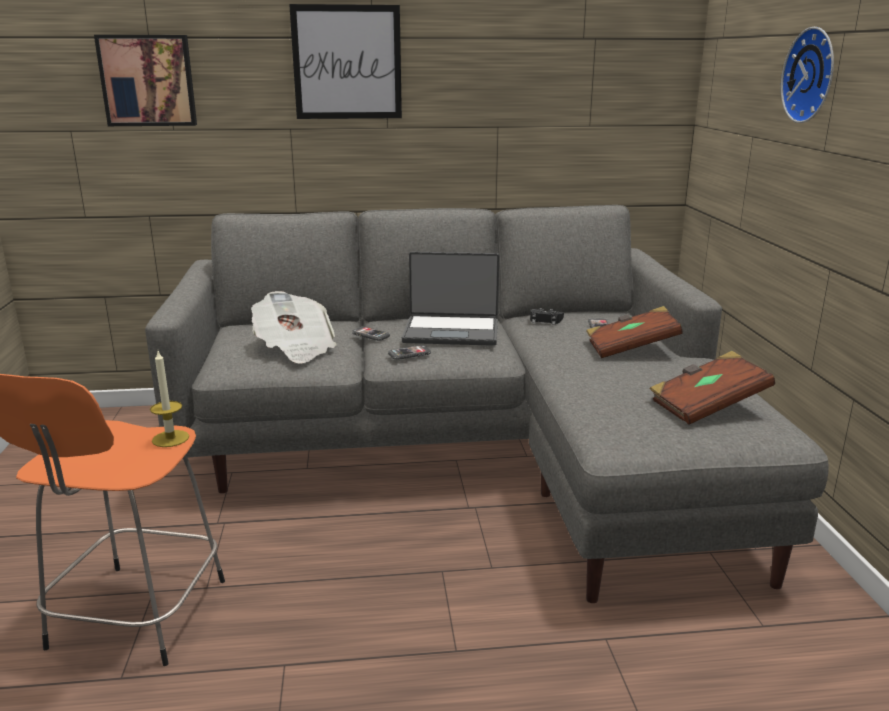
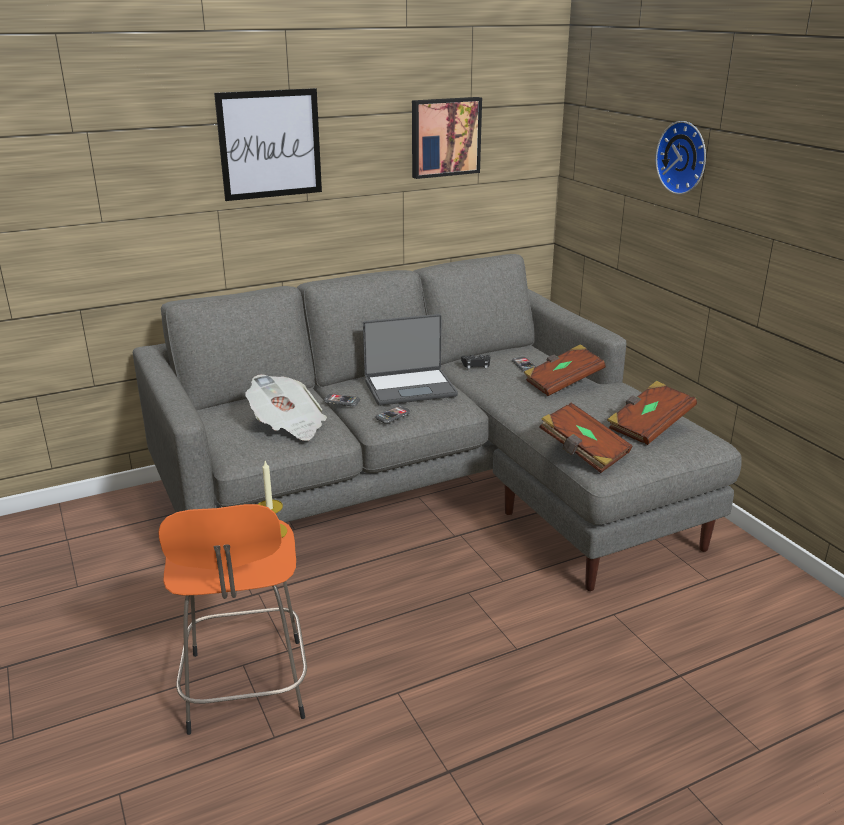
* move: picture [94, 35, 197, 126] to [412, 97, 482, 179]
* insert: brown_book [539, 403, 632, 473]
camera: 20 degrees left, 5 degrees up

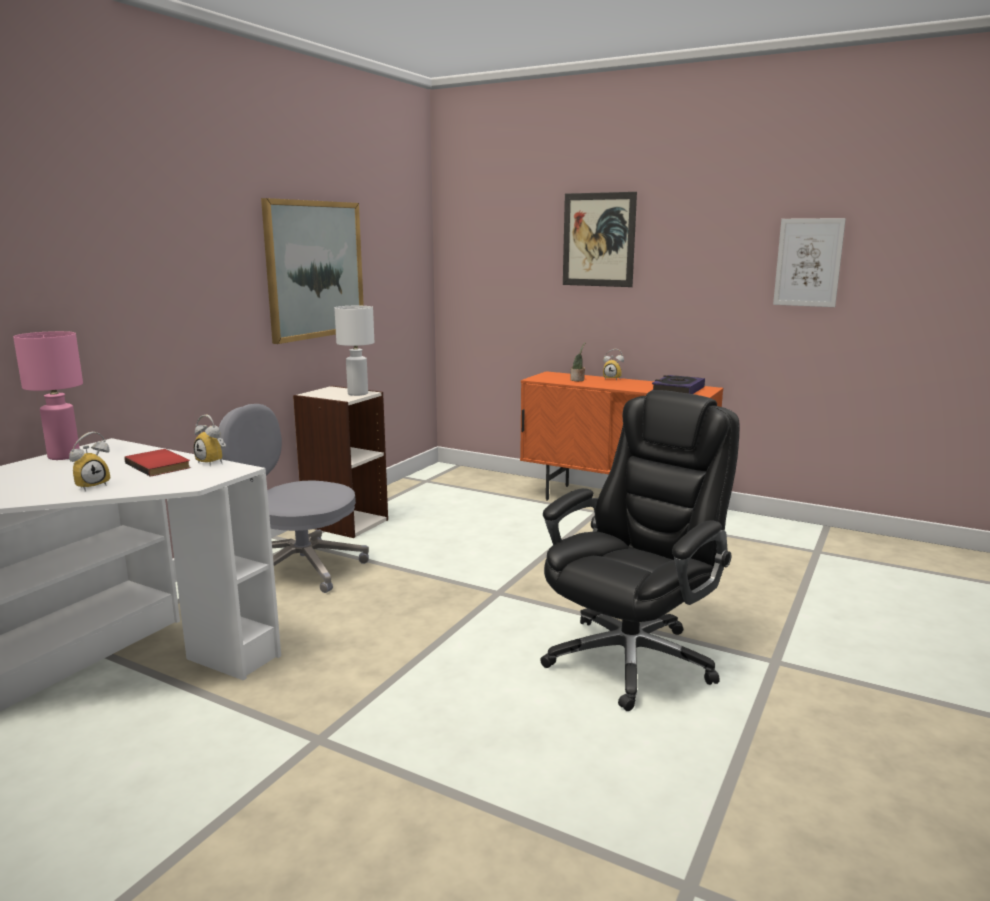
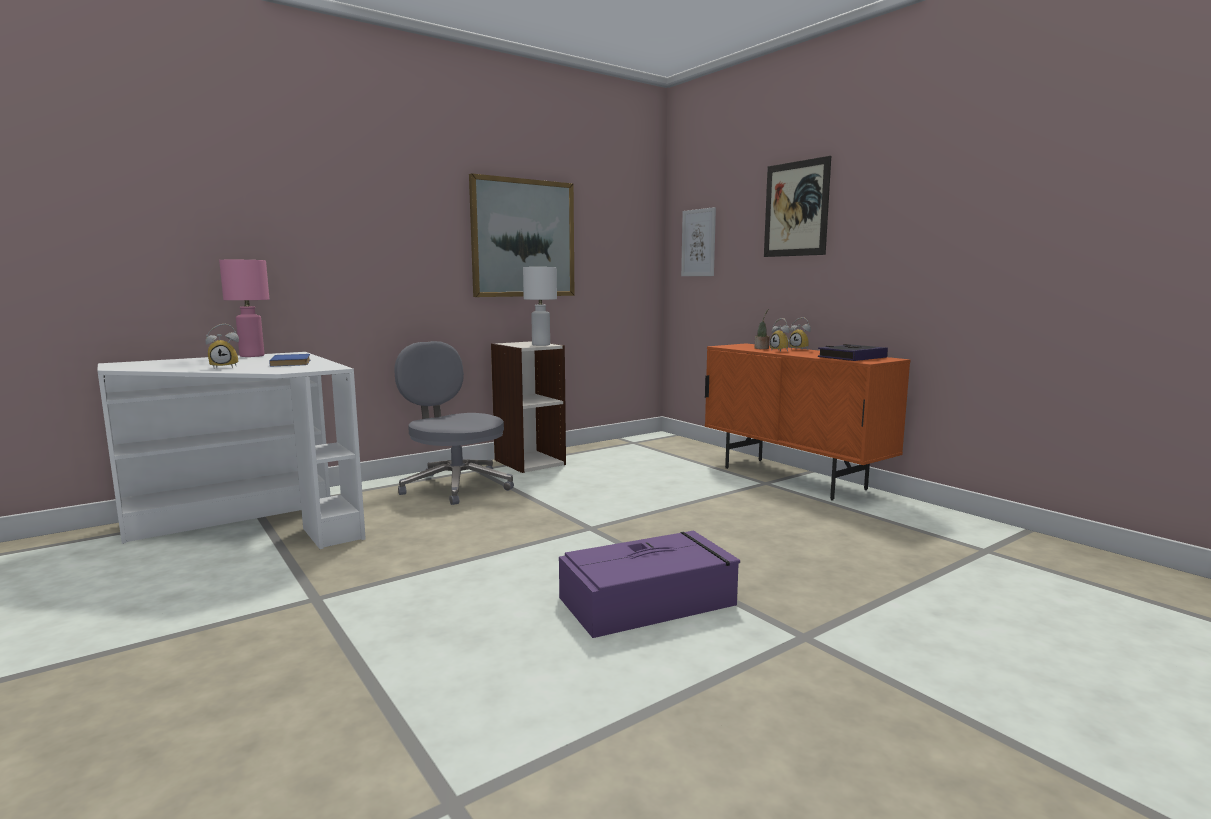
* move: picture [773, 218, 846, 307] to [681, 207, 716, 276]
* replace: black_office_chair [540, 390, 739, 711] to purple_storage_box [559, 531, 740, 638]
* move: alarm_clock [194, 415, 226, 466] to [770, 318, 790, 352]
* recolor: red_book [124, 449, 191, 476] to blue_book [269, 354, 310, 366]
camera: 25 degrees right, 5 degrees down

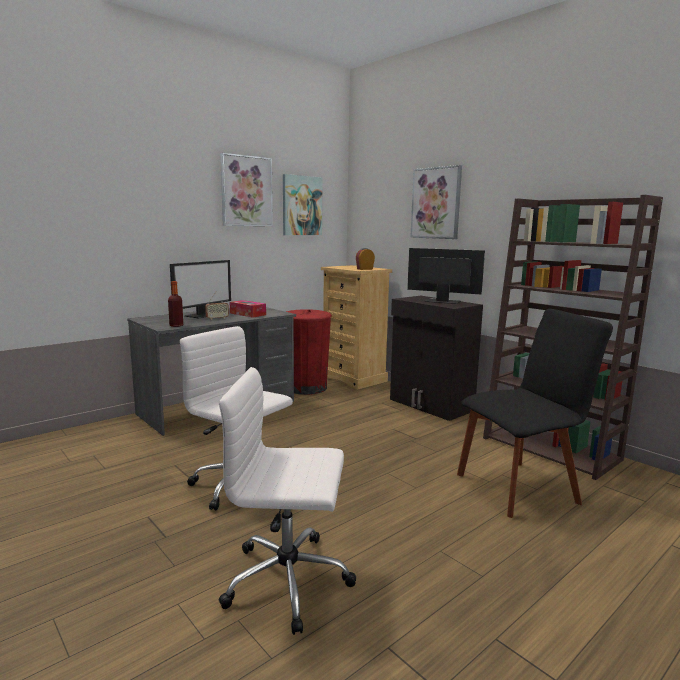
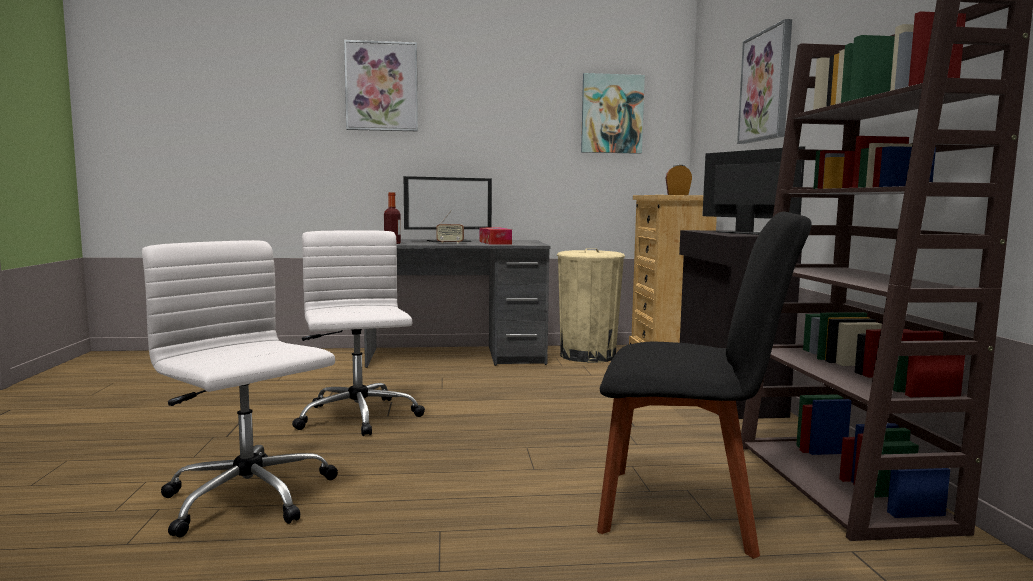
* move: picture [220, 153, 273, 226] to [344, 40, 418, 131]
* recolor: red_trash_can [286, 309, 332, 395] to beige_trash_can [557, 248, 625, 363]
camera: 35 degrees right, 5 degrees down

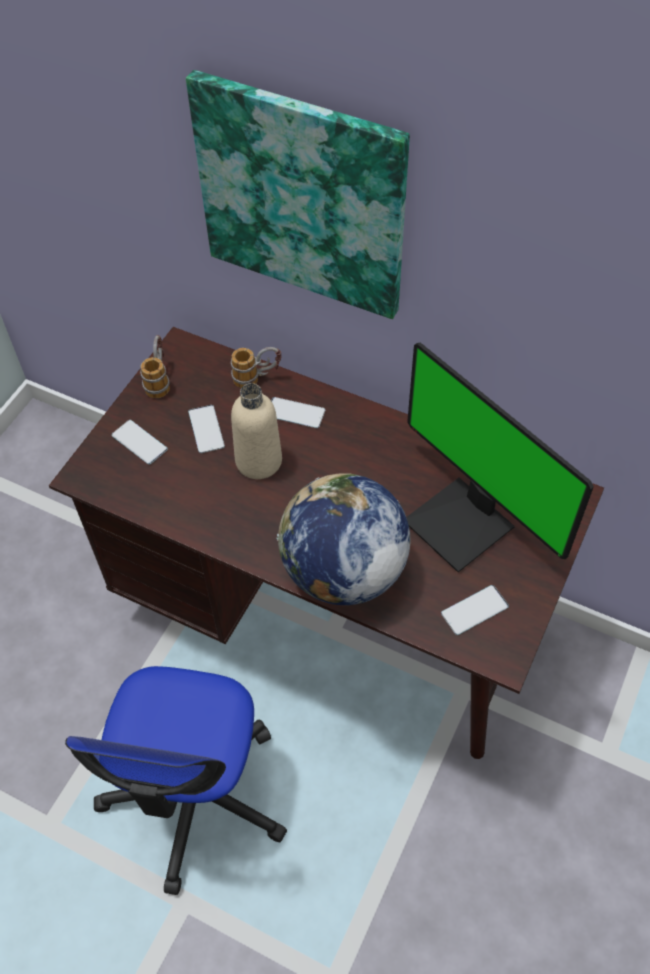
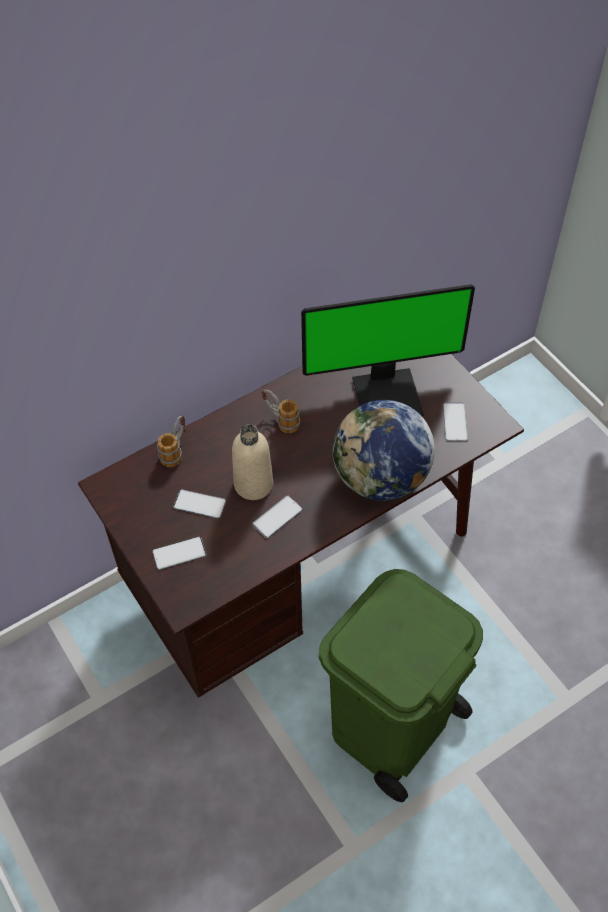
* delete: picture [186, 70, 410, 319]
* move: mug [140, 335, 170, 398] to [262, 389, 300, 433]
* move: phone [271, 397, 325, 428] to [252, 496, 302, 538]
* replace: office_chair [65, 666, 287, 895] to green_trash_can [319, 569, 483, 802]
camera: 60 degrees left, 0 degrees up

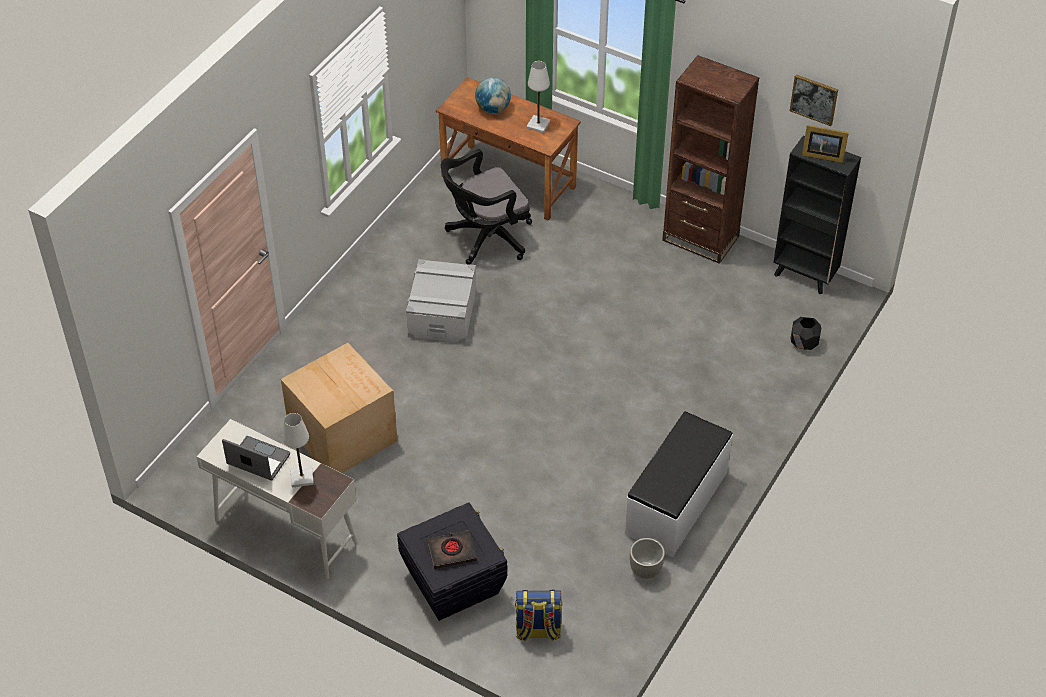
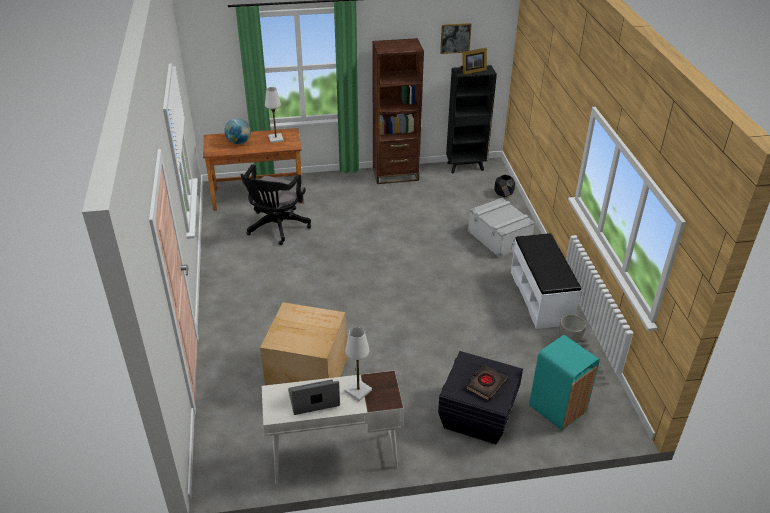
* move: grey_storage_box [406, 259, 476, 343] to [468, 198, 535, 258]
* replace: backpack [515, 590, 562, 642] to turquoise_trash_can [529, 335, 600, 431]
camera: 40 degrees left, 10 degrees down

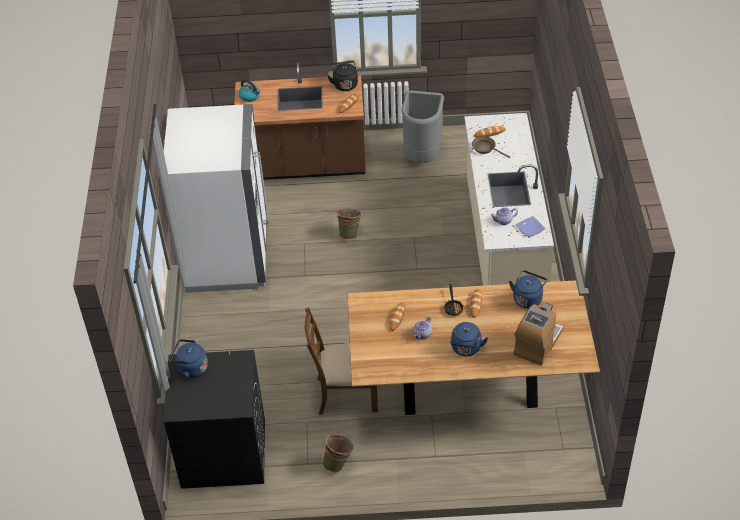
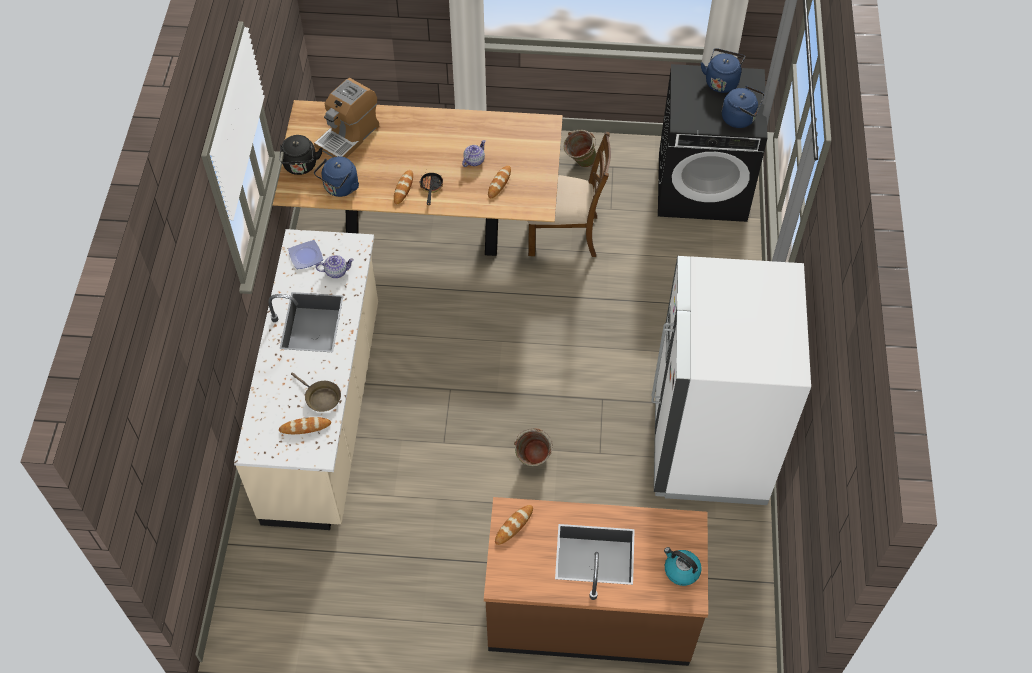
* move: black_kettle [328, 60, 358, 91] to [279, 135, 323, 175]
* delete: grey_trash_can [401, 90, 444, 163]
* move: blue_kettle [450, 322, 488, 356] to [701, 48, 745, 93]
camera: 175 degrees left, 10 degrees up

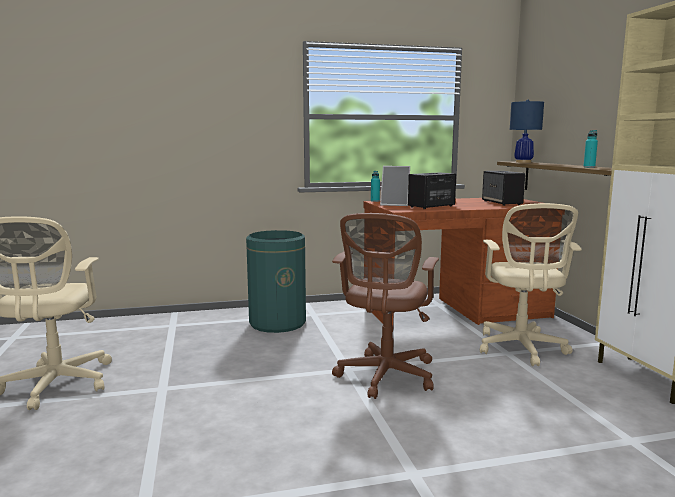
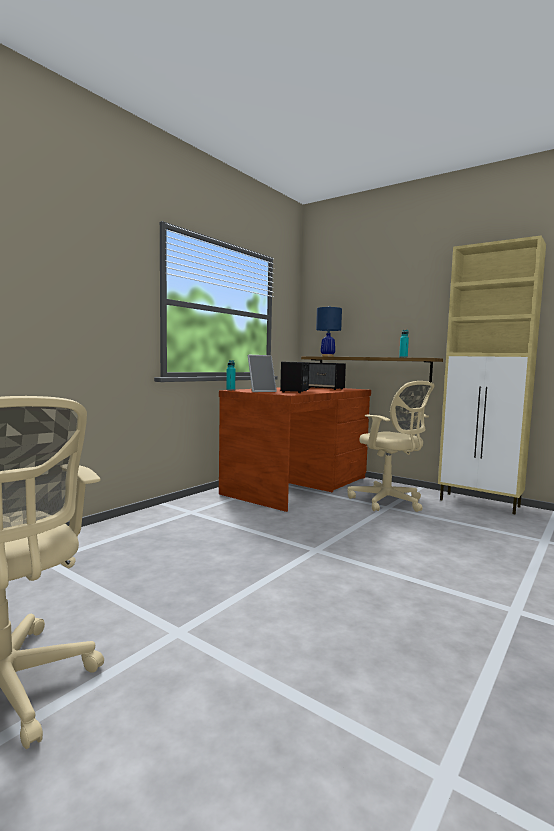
* delete: brown_office_chair [332, 213, 439, 399]
* delete: green_trash_can [246, 230, 306, 333]
camera: 40 degrees left, 5 degrees down

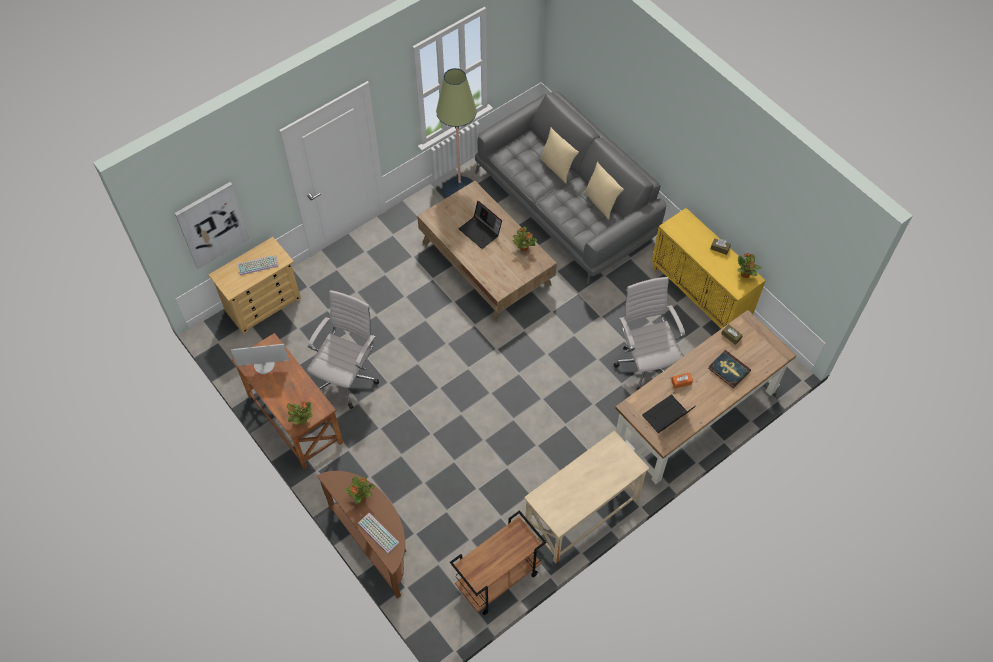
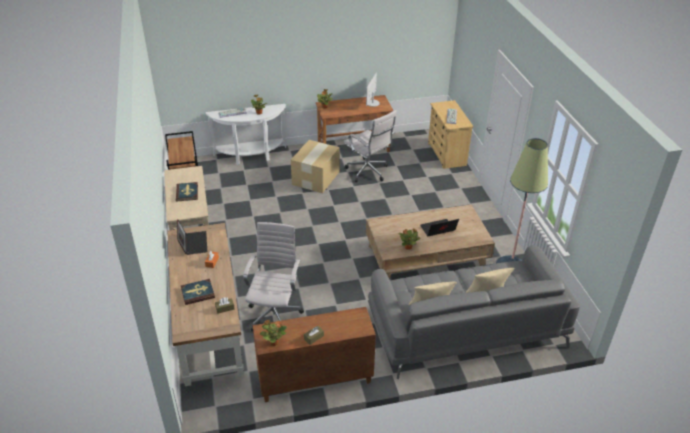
* delete: picture [175, 182, 250, 269]
* recolor: yellow_cabinet [651, 208, 766, 329] to brown_cabinet [252, 307, 376, 402]
* rotate: white_office_chair [613, 277, 685, 390] = [243, 222, 304, 331] 90 degrees counterclockwise
* recolor: brown_console_table [317, 471, 406, 599] to white_console_table [206, 104, 286, 165]
* insert: cardboard_box [291, 140, 340, 193]
* insert: book [176, 182, 198, 201]
camera: 115 degrees right, 20 degrees down

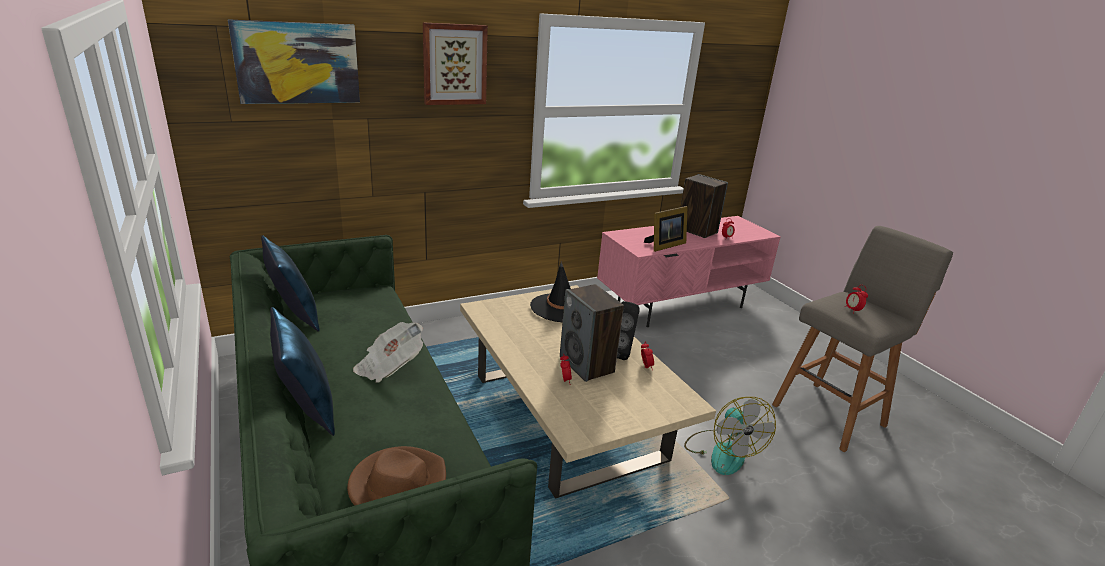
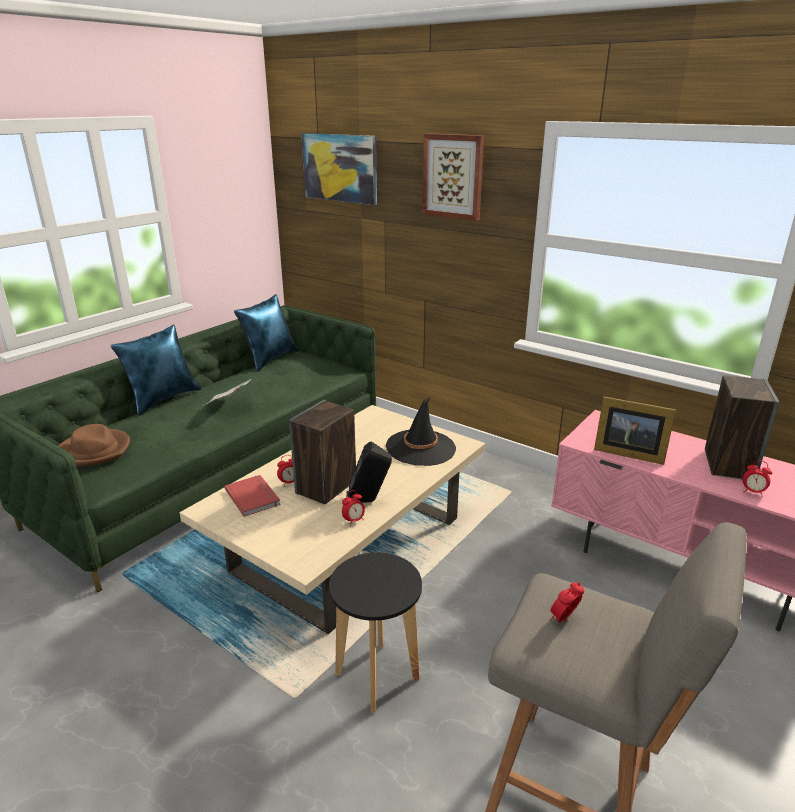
* replace: fan [684, 397, 776, 475] to black_stool [329, 552, 422, 713]
* insert: red_book [225, 475, 281, 517]
camera: 65 degrees right, 0 degrees up

